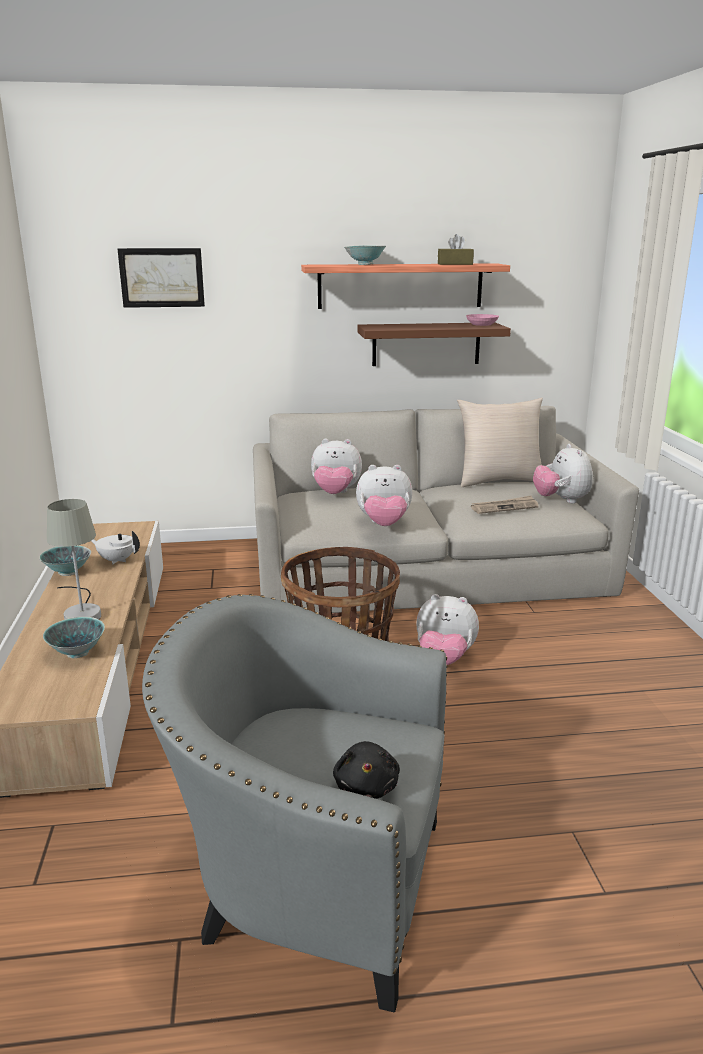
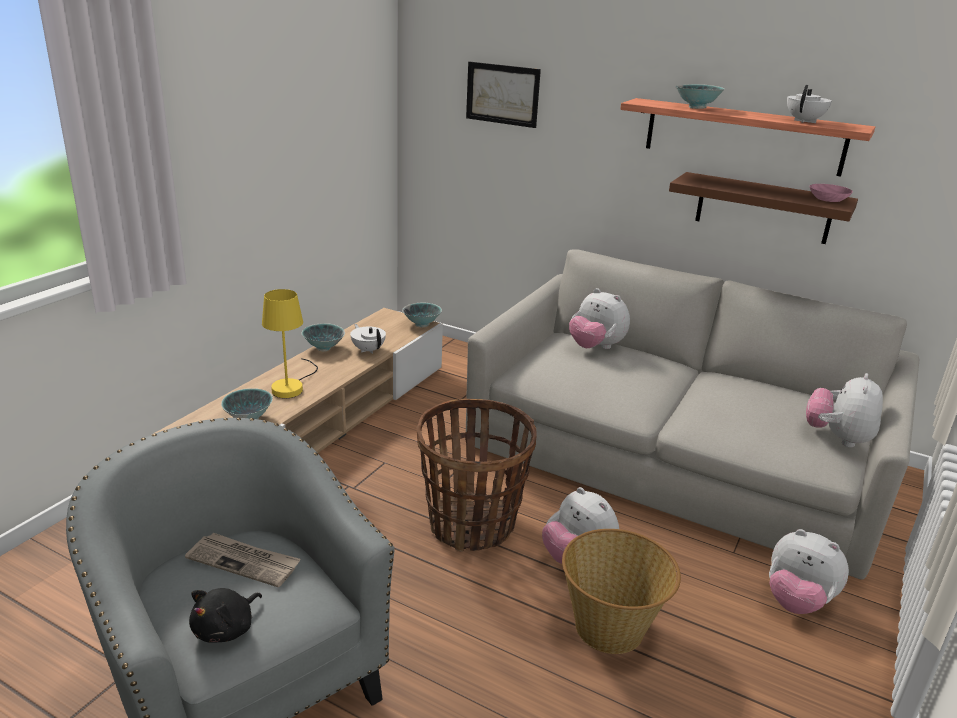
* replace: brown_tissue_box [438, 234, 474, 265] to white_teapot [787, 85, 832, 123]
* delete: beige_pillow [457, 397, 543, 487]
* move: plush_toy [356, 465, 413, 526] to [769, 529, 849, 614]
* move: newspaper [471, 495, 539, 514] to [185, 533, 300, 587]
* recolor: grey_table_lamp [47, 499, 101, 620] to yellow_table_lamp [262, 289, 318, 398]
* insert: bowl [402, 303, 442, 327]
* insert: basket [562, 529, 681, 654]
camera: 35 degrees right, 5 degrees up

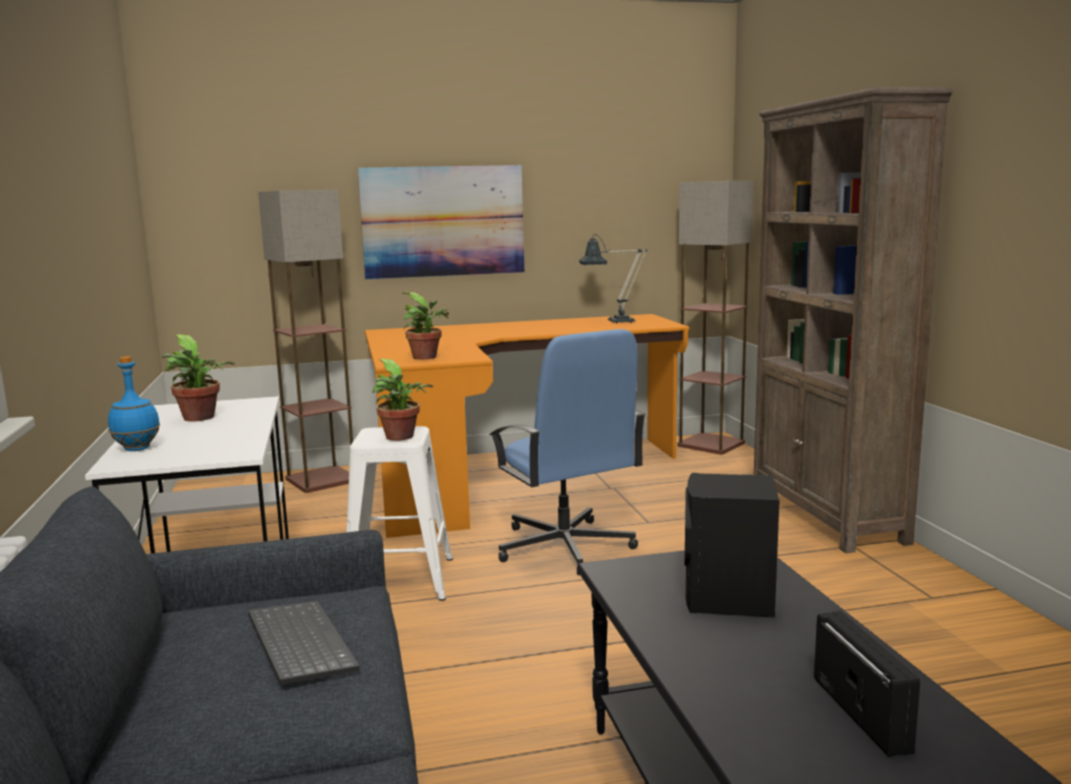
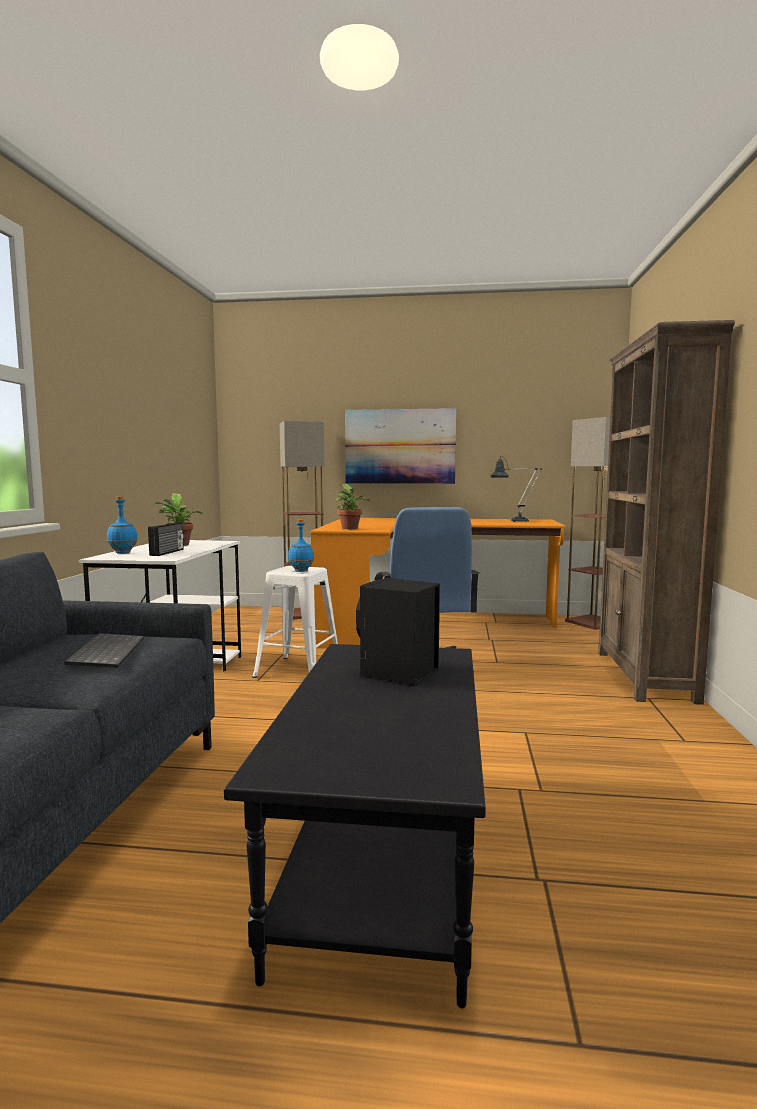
* replace: potted_plant [372, 358, 433, 441] to blue_bottle [288, 519, 314, 572]
* move: radio [814, 611, 920, 757] to [148, 523, 184, 556]
camera: 20 degrees right, 5 degrees down

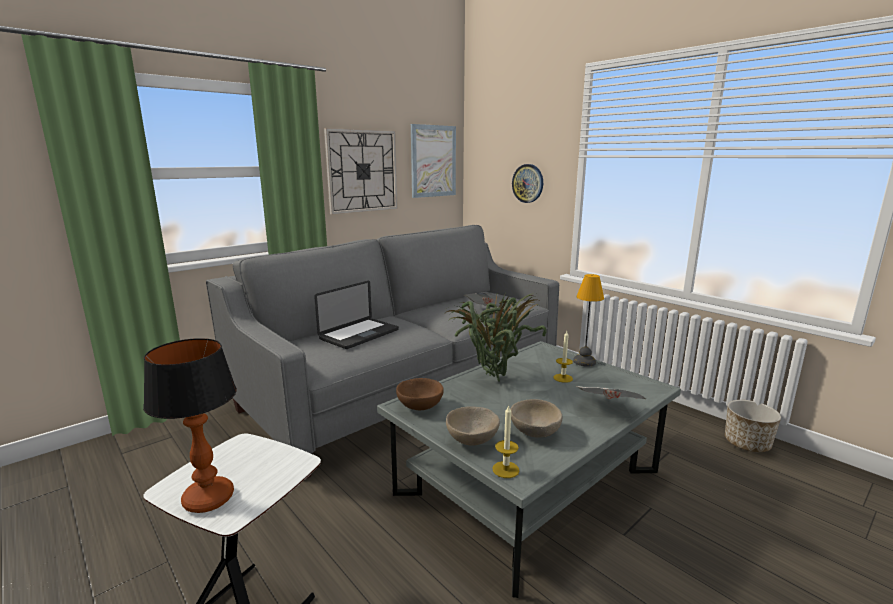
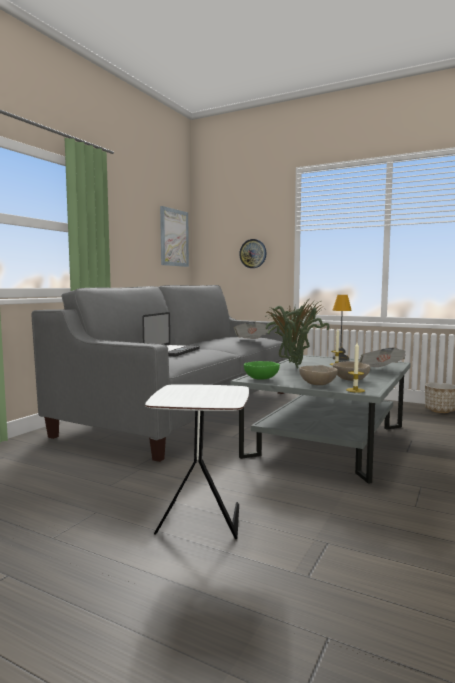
* delete: wall_clock [324, 128, 398, 214]
* delete: table_lamp [143, 338, 237, 513]
* recolor: brown_bowl [396, 378, 444, 410] to green_bowl [244, 361, 280, 380]
camera: 20 degrees left, 10 degrees down

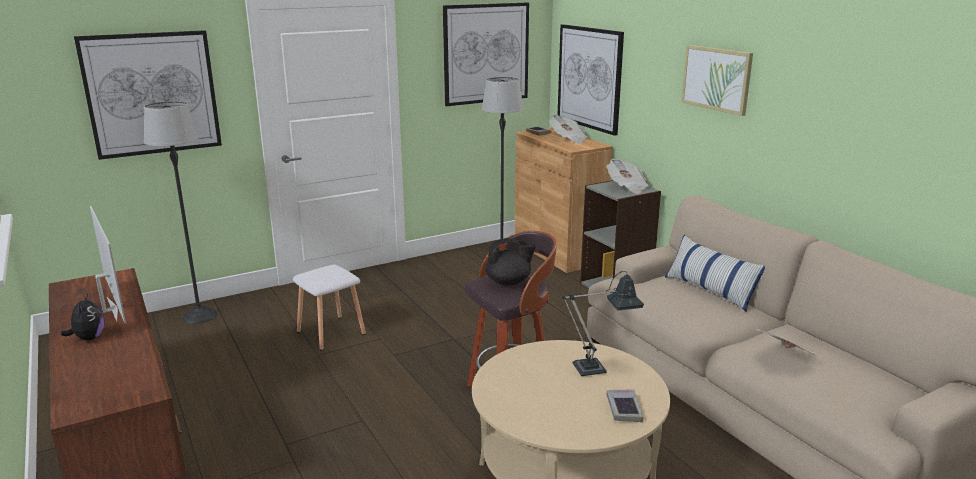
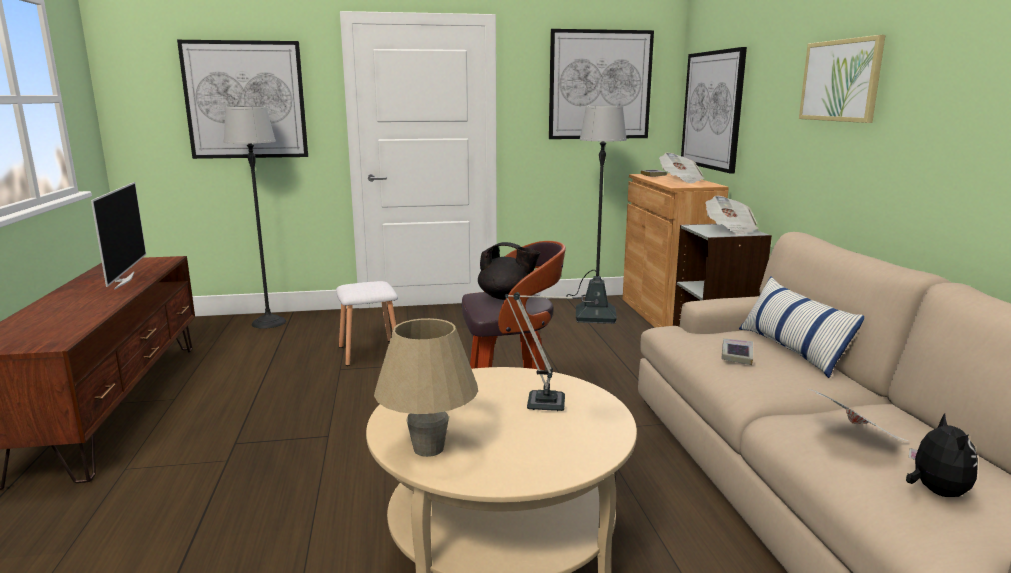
* move: plush_toy [61, 293, 104, 340] to [906, 413, 978, 497]
* move: book [606, 389, 643, 422] to [721, 339, 753, 365]
* insert: beige_table_lamp [374, 318, 478, 457]
camera: 20 degrees right, 5 degrees down

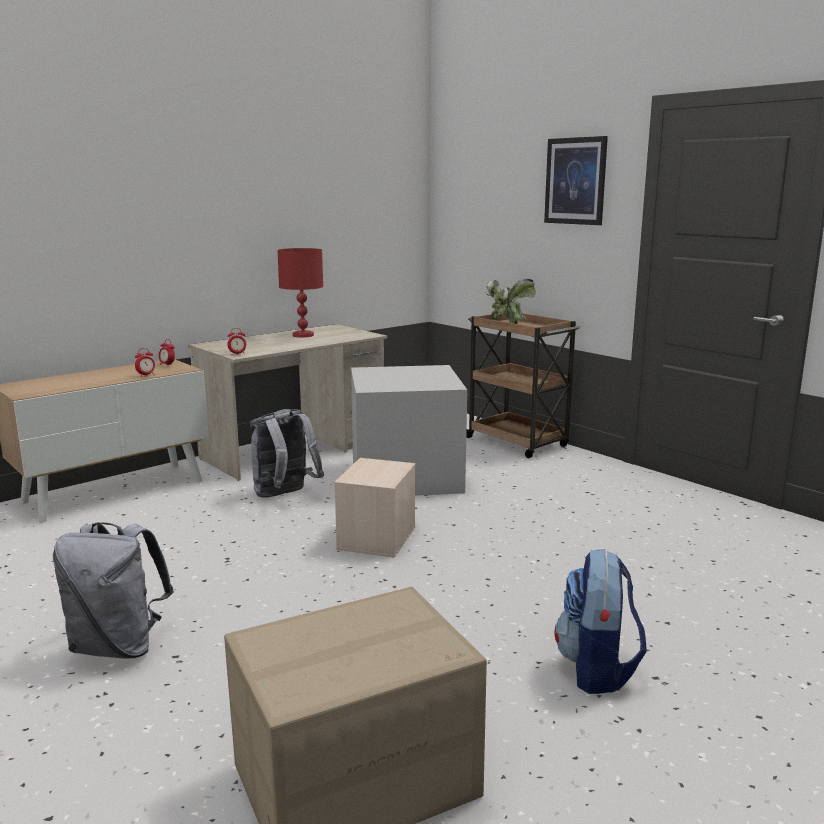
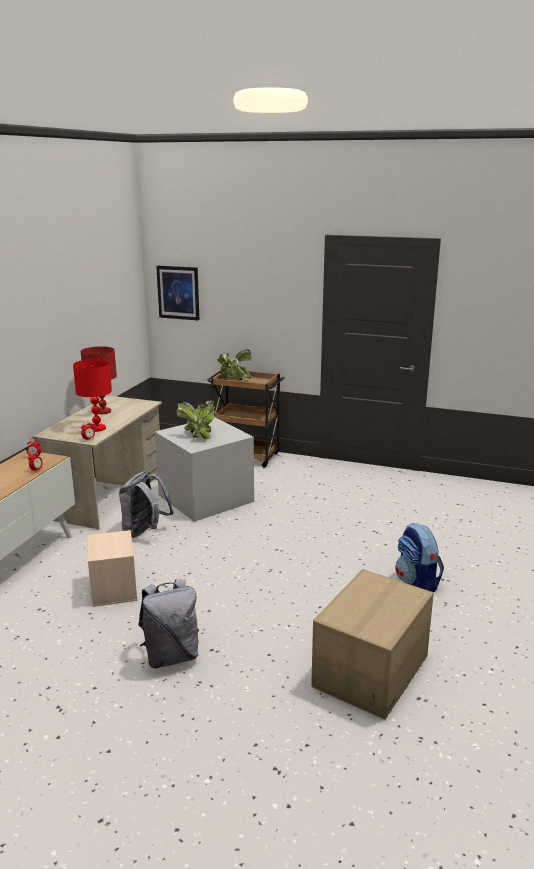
* move: picture [544, 136, 608, 225] to [156, 266, 199, 321]
* move: beige_storage_box [334, 458, 415, 558] to [88, 530, 137, 607]
* insert: red_table_lamp [73, 359, 112, 432]
* insert: potted_plant [176, 400, 216, 439]
camera: 30 degrees left, 5 degrees up

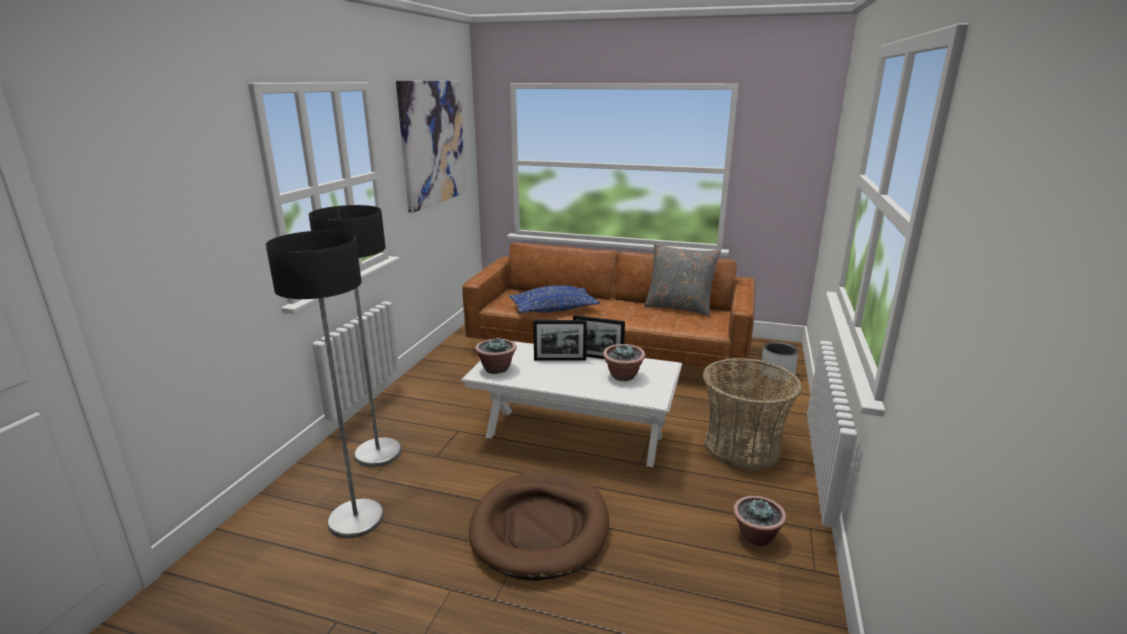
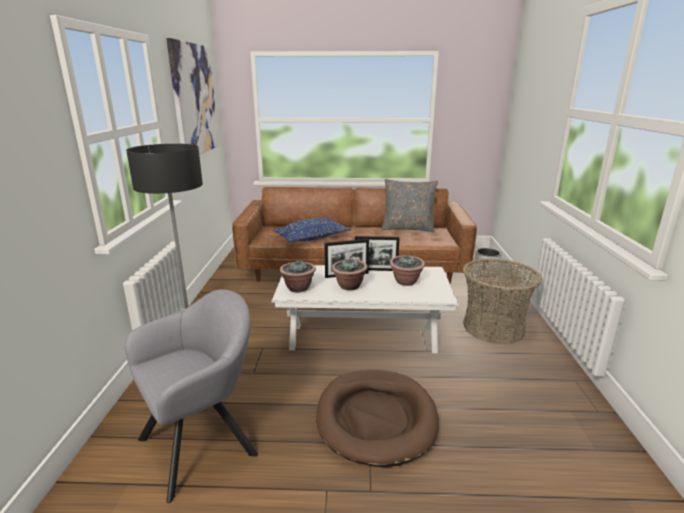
* replace: floor_lamp [266, 230, 384, 538] to grey_armchair [124, 289, 258, 503]
* move: potted_plant [733, 496, 787, 546] to [332, 258, 368, 291]
camera: 15 degrees left, 0 degrees up

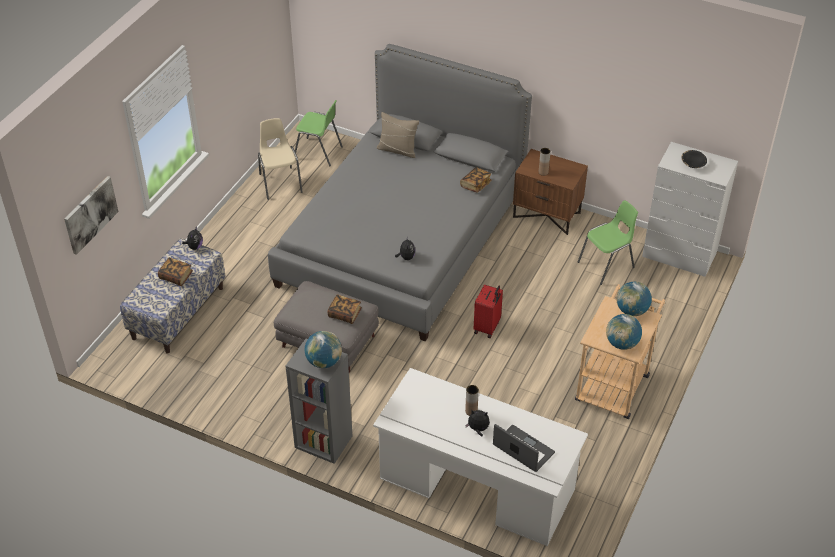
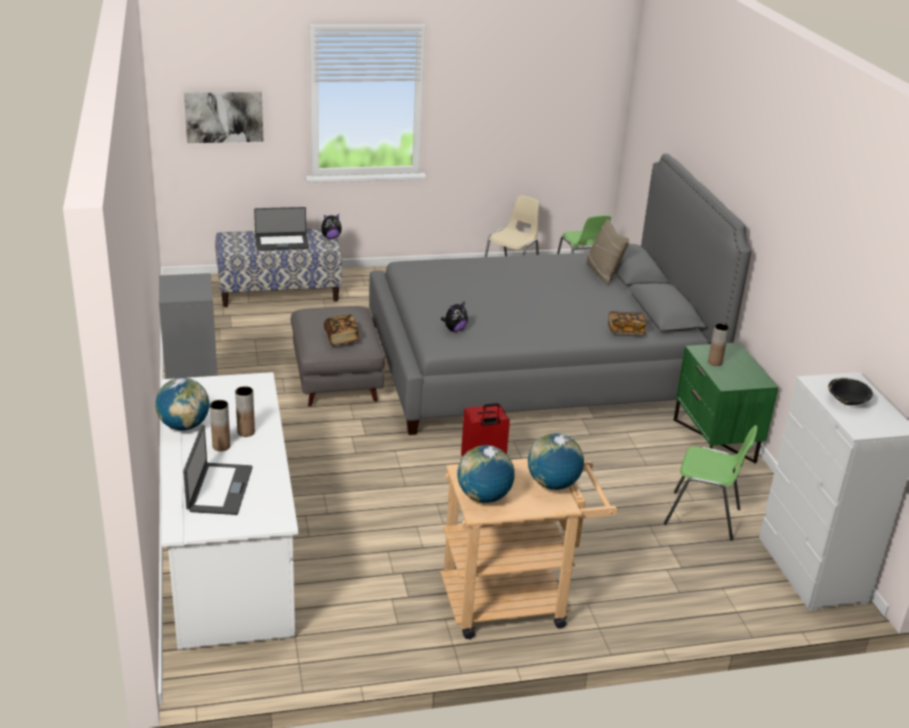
* recolor: brown_nightstand [513, 149, 588, 235] to green_nightstand [674, 342, 778, 464]
* replace: book [158, 257, 193, 286] to laptop [254, 207, 309, 251]
* move: globe [304, 331, 342, 368] to [155, 378, 210, 431]
* replace: plush_toy [465, 410, 490, 436] to brown_vase [210, 400, 230, 451]
camera: 50 degrees right, 15 degrees down

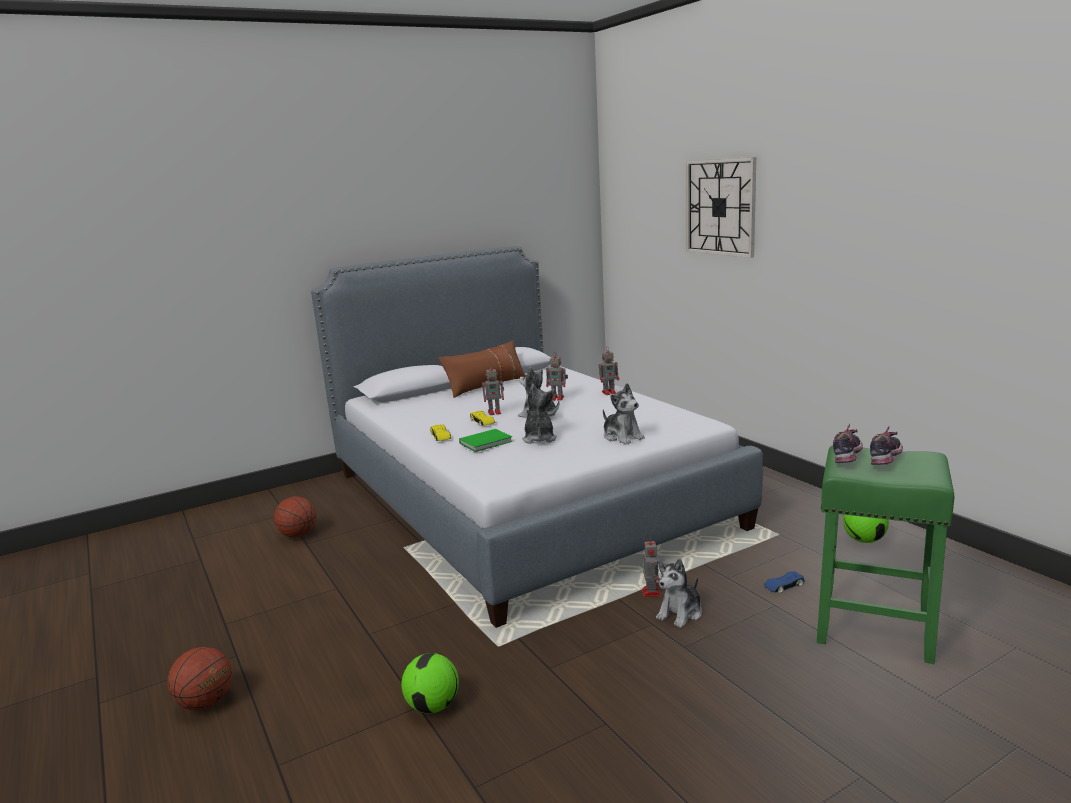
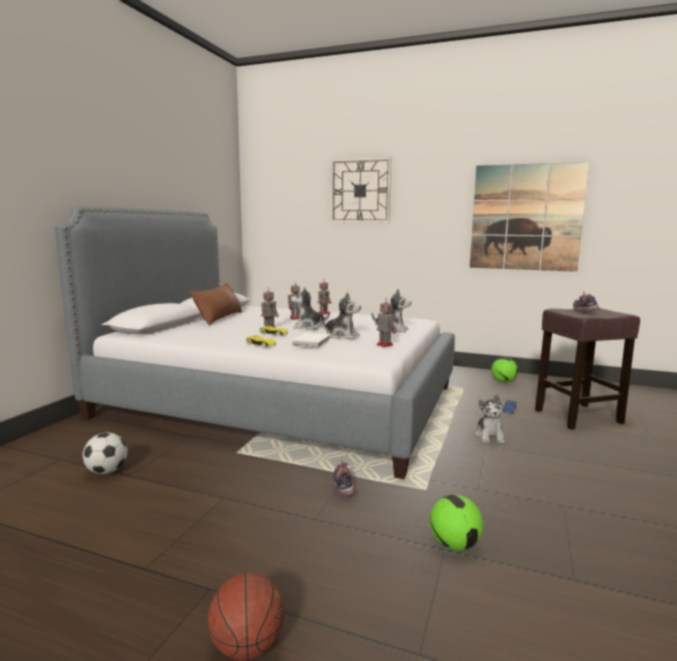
* rotate: plush_toy [522, 384, 557, 444] = [320, 292, 361, 340] 150 degrees clockwise
* move: shoe [833, 424, 863, 463] to [333, 461, 356, 496]
* recolor: green_book [459, 429, 513, 452] to white_book [292, 333, 330, 347]
* recolor: green_stool [817, 445, 954, 664] to brown_stool [535, 308, 640, 430]
* replace: basketball [274, 496, 316, 538] to football [83, 433, 128, 474]
* move: toy_robot [642, 537, 661, 597] to [376, 298, 396, 347]
* insert: picture [470, 162, 590, 272]
camera: 40 degrees left, 5 degrees down

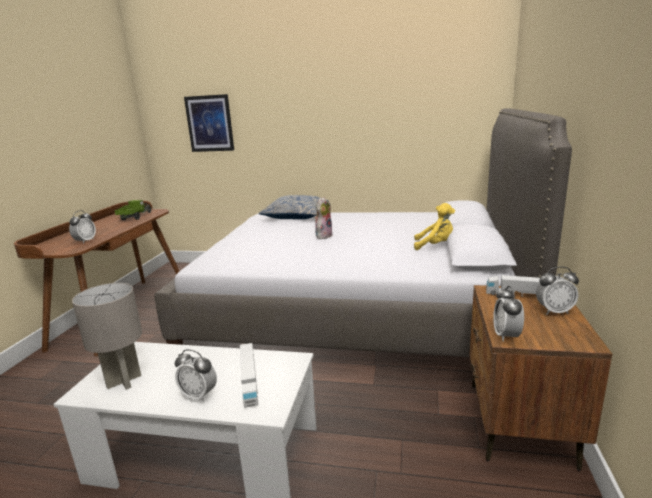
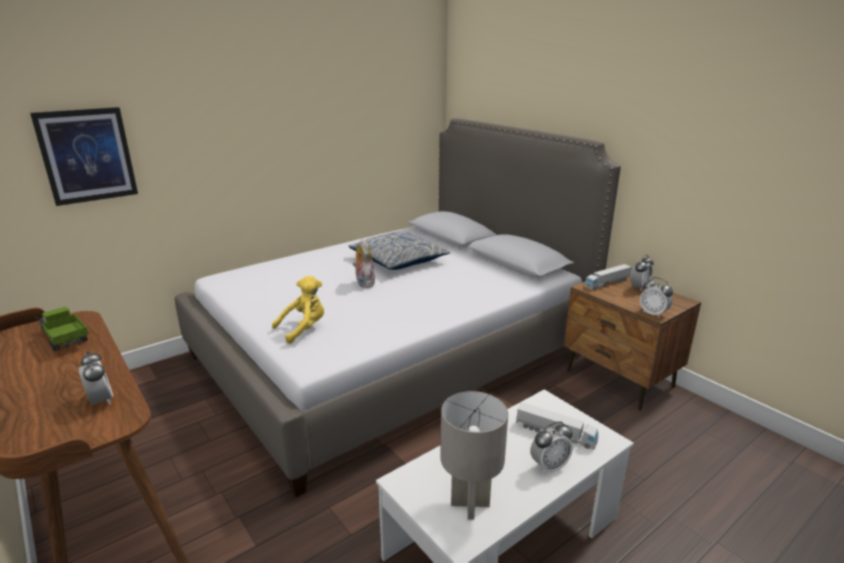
* move: pillow [259, 195, 329, 219] to [348, 231, 450, 270]
* move: yellow_plush_toy [414, 203, 455, 250] to [272, 276, 324, 344]
camera: 50 degrees left, 5 degrees up

